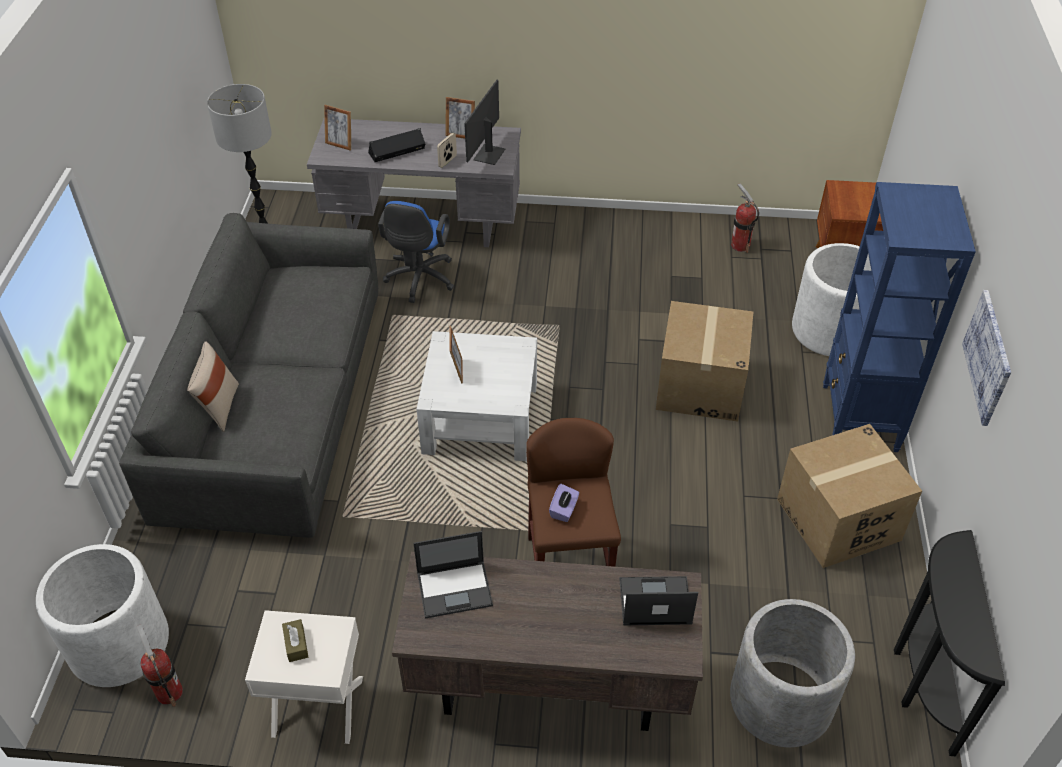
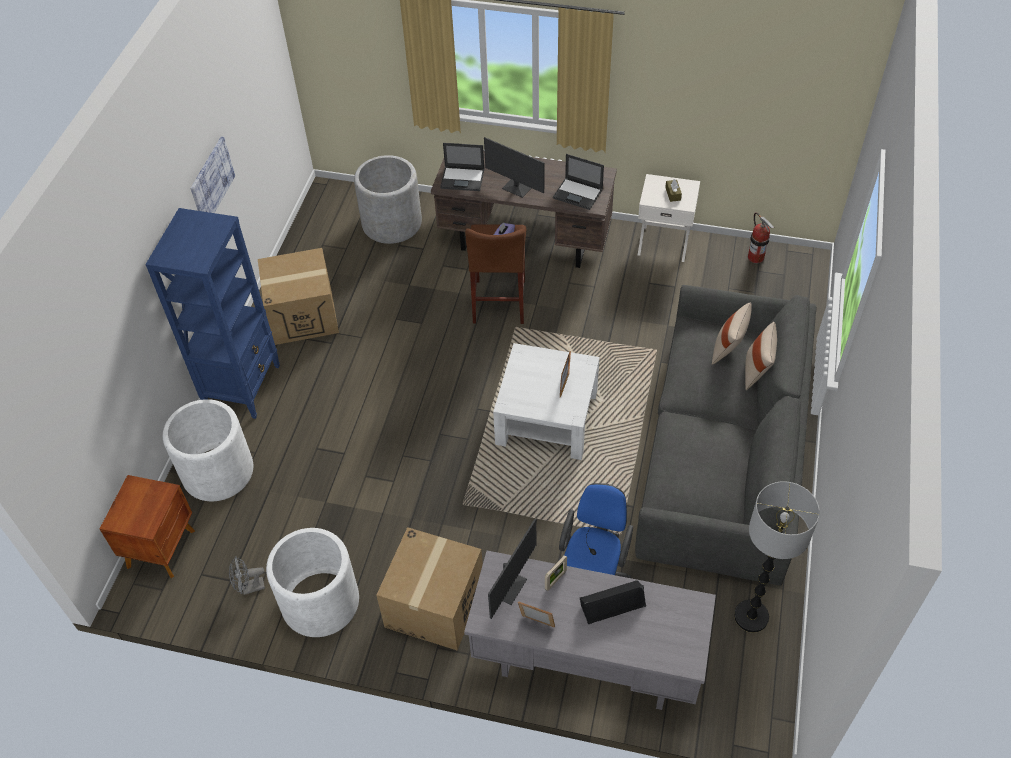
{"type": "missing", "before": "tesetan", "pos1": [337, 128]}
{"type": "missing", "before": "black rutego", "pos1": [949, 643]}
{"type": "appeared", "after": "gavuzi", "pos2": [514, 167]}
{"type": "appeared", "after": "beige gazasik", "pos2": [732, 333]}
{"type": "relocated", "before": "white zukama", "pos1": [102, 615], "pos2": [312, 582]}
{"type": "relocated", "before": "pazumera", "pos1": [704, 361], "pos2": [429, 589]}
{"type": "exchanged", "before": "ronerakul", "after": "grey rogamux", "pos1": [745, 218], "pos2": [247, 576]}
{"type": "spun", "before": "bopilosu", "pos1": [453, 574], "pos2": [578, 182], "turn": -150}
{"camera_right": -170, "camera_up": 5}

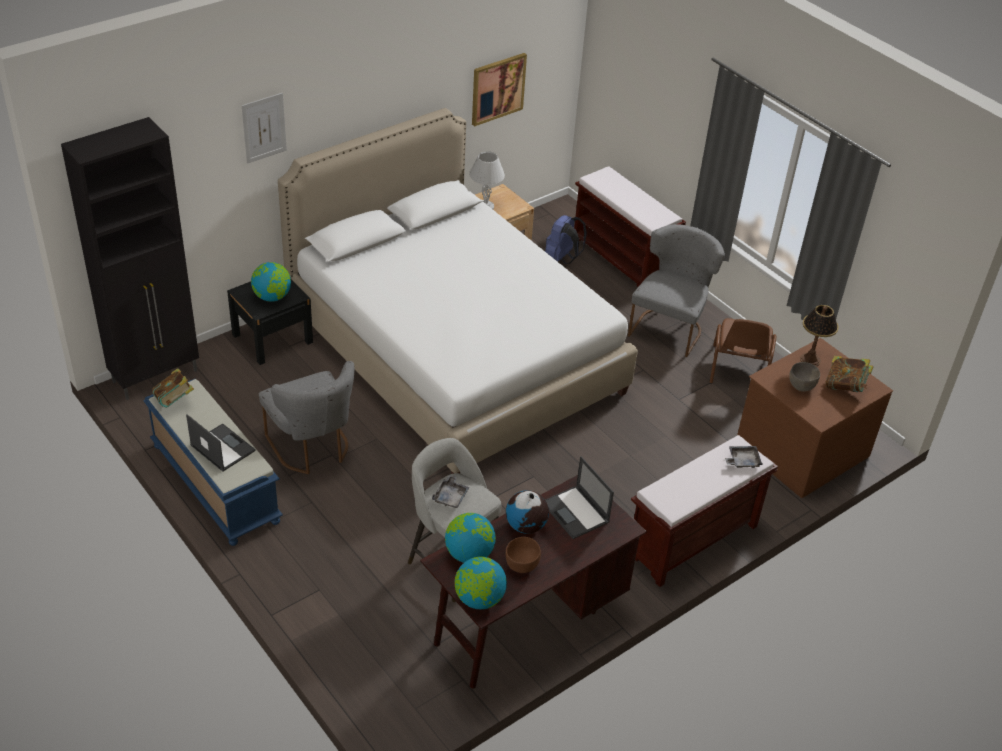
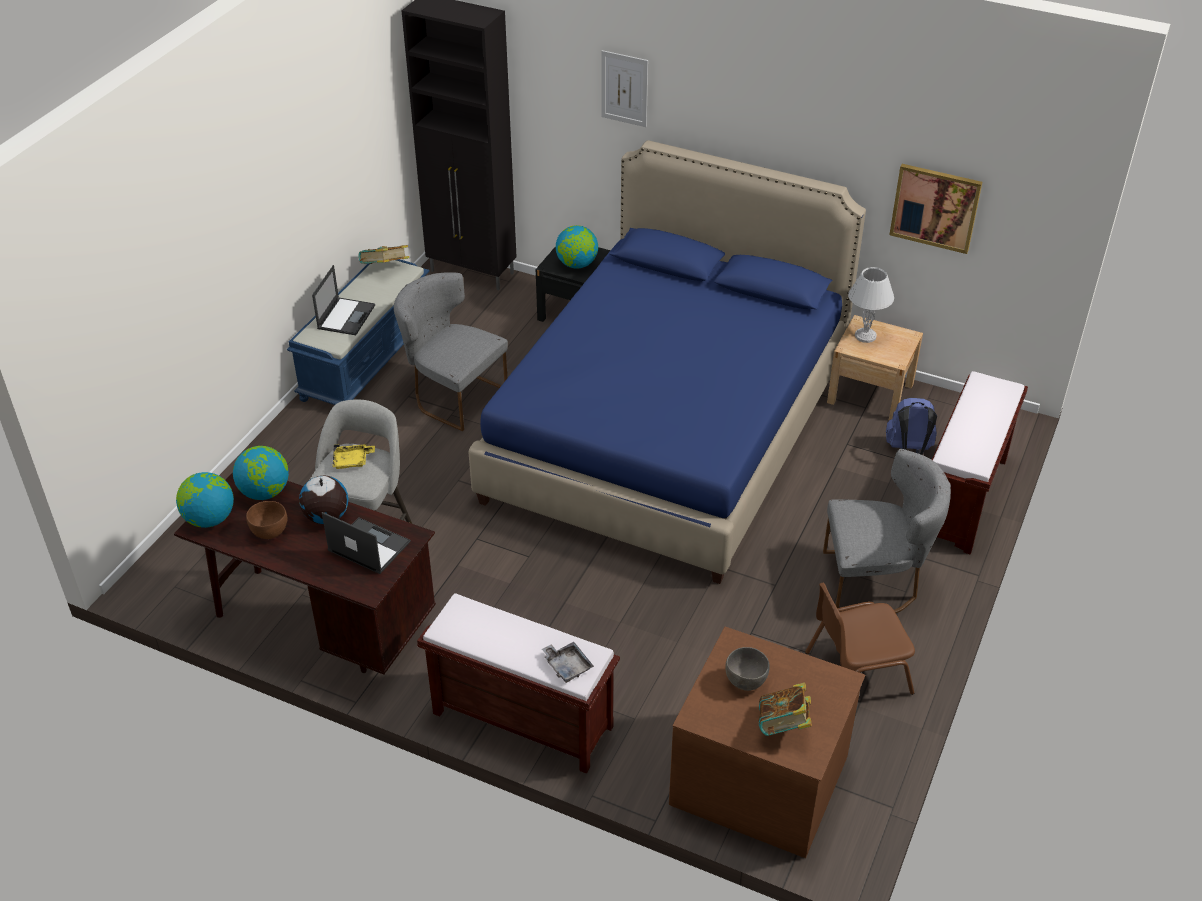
{"type": "missing", "before": "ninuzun", "pos1": [819, 335]}
{"type": "colour", "before": "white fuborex", "after": "blue fuborex", "pos1": [458, 291], "pos2": [667, 362]}
{"type": "colour", "before": "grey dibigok", "after": "yellow dibigok", "pos1": [450, 491], "pos2": [354, 456]}
{"type": "spun", "before": "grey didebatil", "pos1": [306, 417], "pos2": [451, 351], "turn": 90}
{"type": "spun", "before": "bopilosu", "pos1": [579, 497], "pos2": [366, 543], "turn": 90}
{"camera_right": 65, "camera_up": 0}

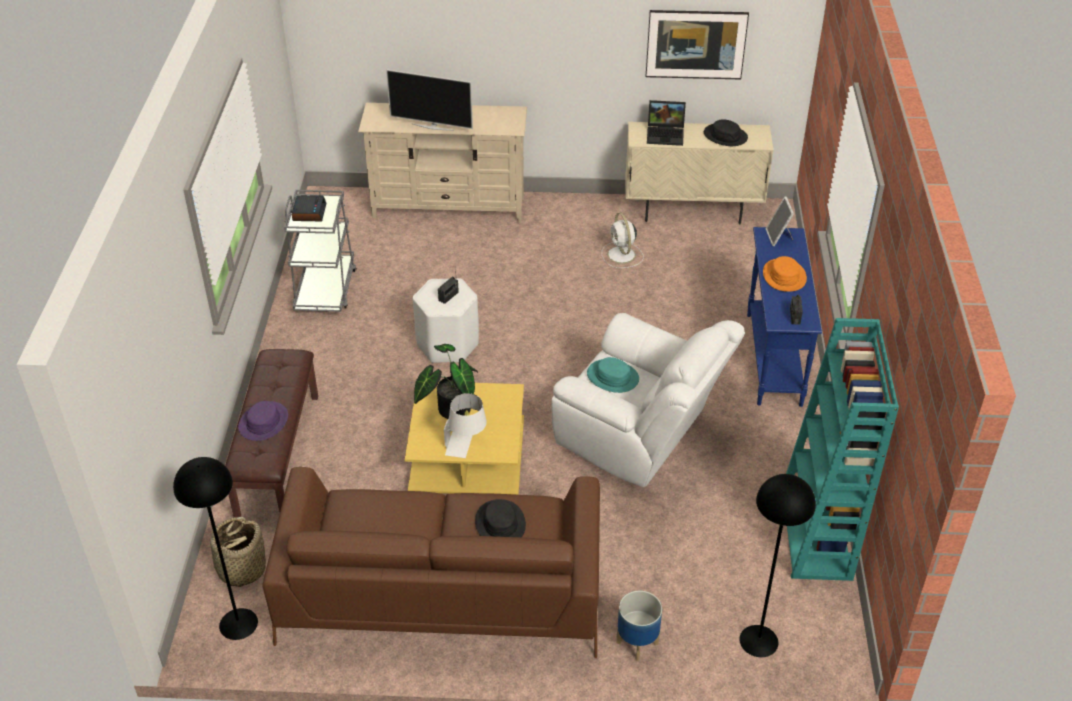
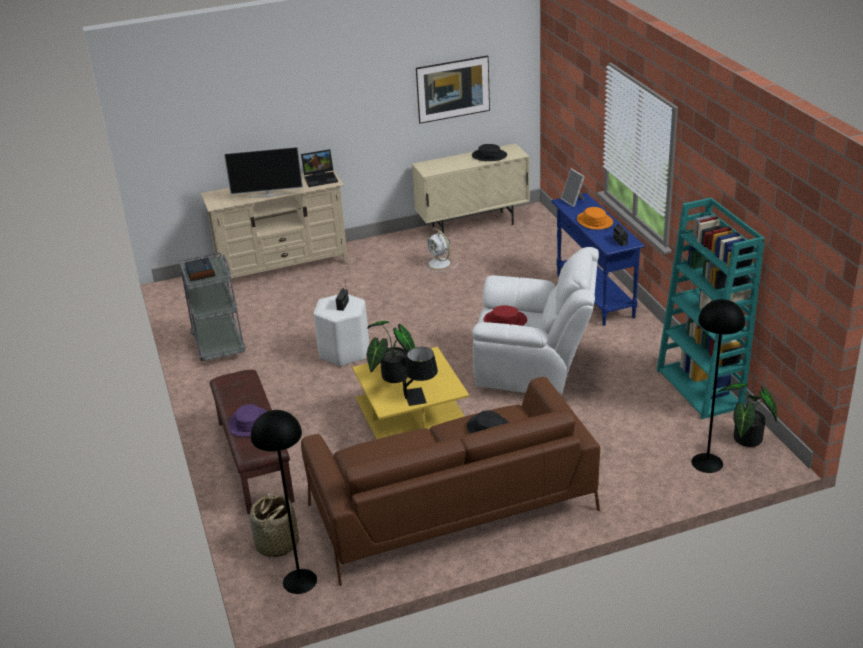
{"type": "missing", "before": "zukama", "pos1": [639, 626]}
{"type": "appeared", "after": "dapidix", "pos2": [747, 415]}
{"type": "relocated", "before": "bopilosu", "pos1": [666, 123], "pos2": [319, 168]}
{"type": "colour", "before": "white ninuzun", "after": "black ninuzun", "pos1": [465, 425], "pos2": [420, 376]}
{"type": "colour", "before": "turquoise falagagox", "after": "red falagagox", "pos1": [613, 375], "pos2": [505, 316]}
{"camera_right": -20, "camera_up": -10}

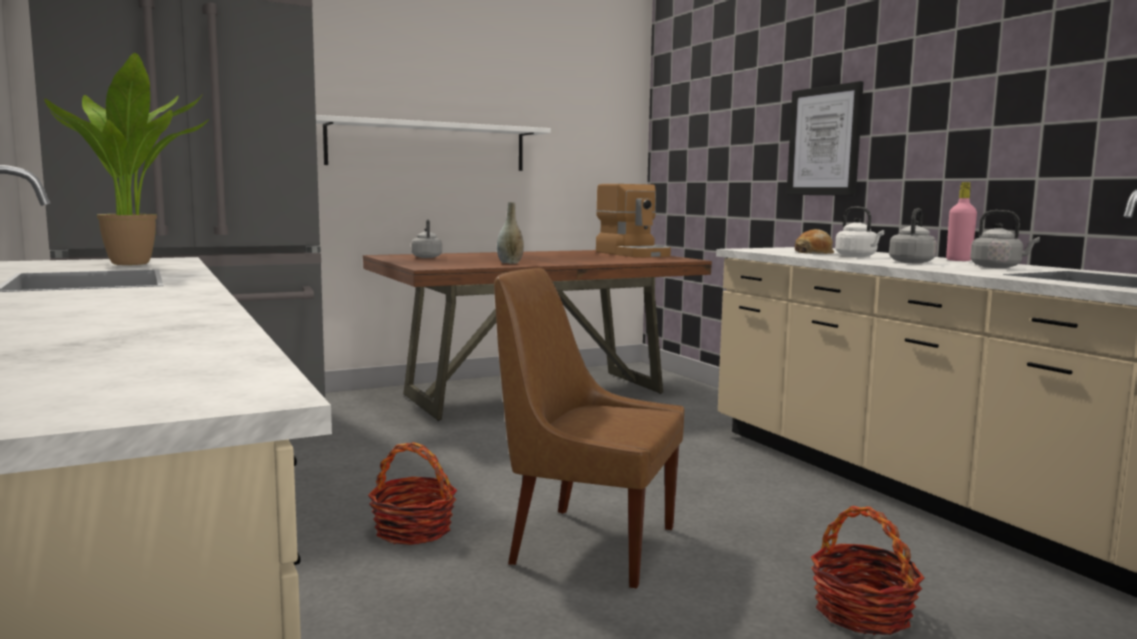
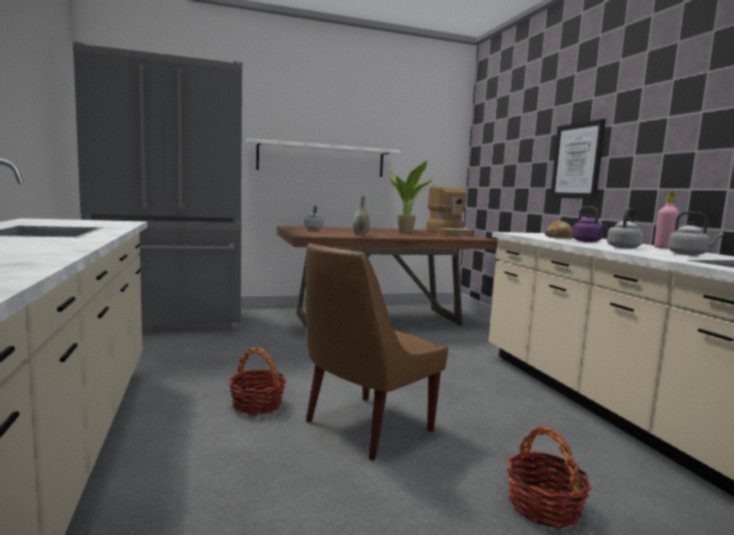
{"type": "relocated", "before": "dapidix", "pos1": [126, 159], "pos2": [415, 197]}
{"type": "colour", "before": "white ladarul", "after": "purple ladarul", "pos1": [859, 232], "pos2": [589, 224]}
{"type": "spun", "before": "brown didebatil", "pos1": [589, 428], "pos2": [377, 352], "turn": -75}
{"camera_right": 10, "camera_up": 0}

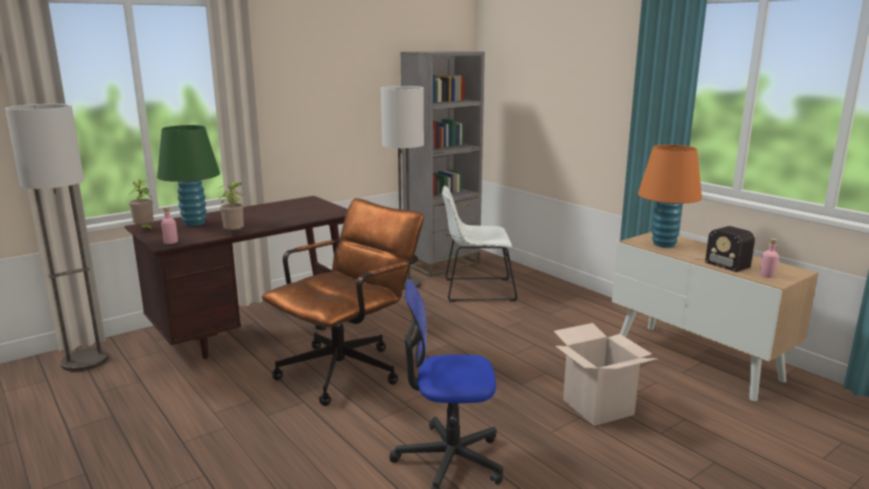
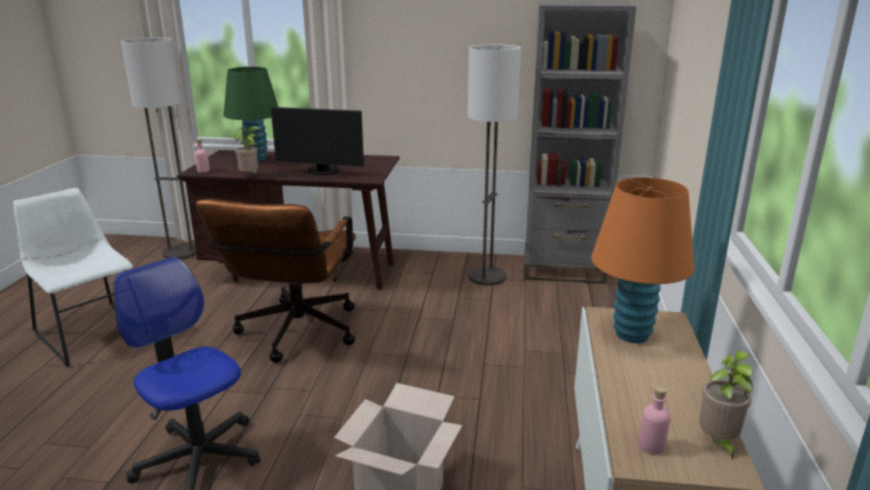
{"type": "missing", "before": "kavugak", "pos1": [722, 249]}
{"type": "appeared", "after": "gavuzi", "pos2": [317, 141]}
{"type": "relocated", "before": "dapidix", "pos1": [141, 205], "pos2": [726, 405]}
{"type": "relocated", "before": "white didebatil", "pos1": [480, 244], "pos2": [73, 277]}
{"type": "spun", "before": "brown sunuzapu", "pos1": [343, 302], "pos2": [276, 281], "turn": 105}
{"camera_right": 45, "camera_up": 5}

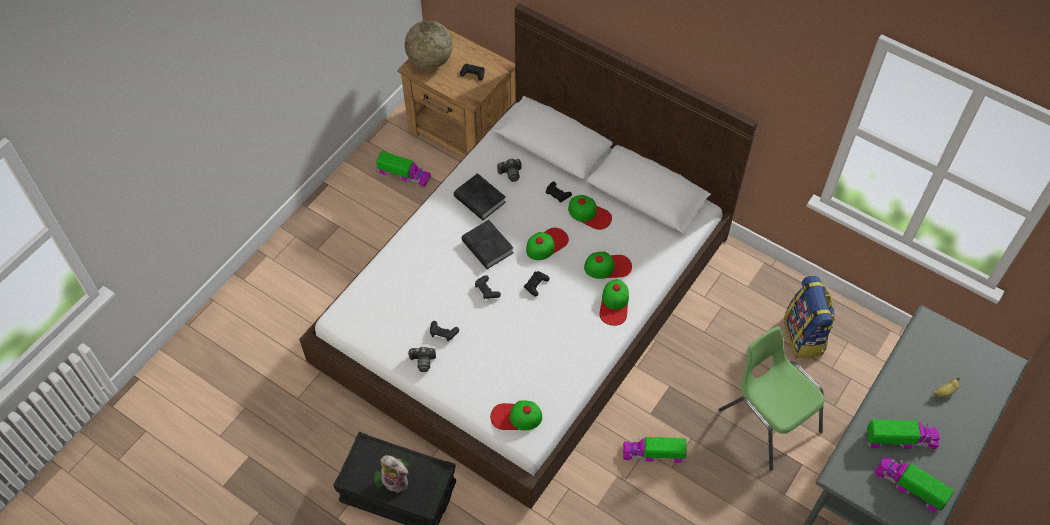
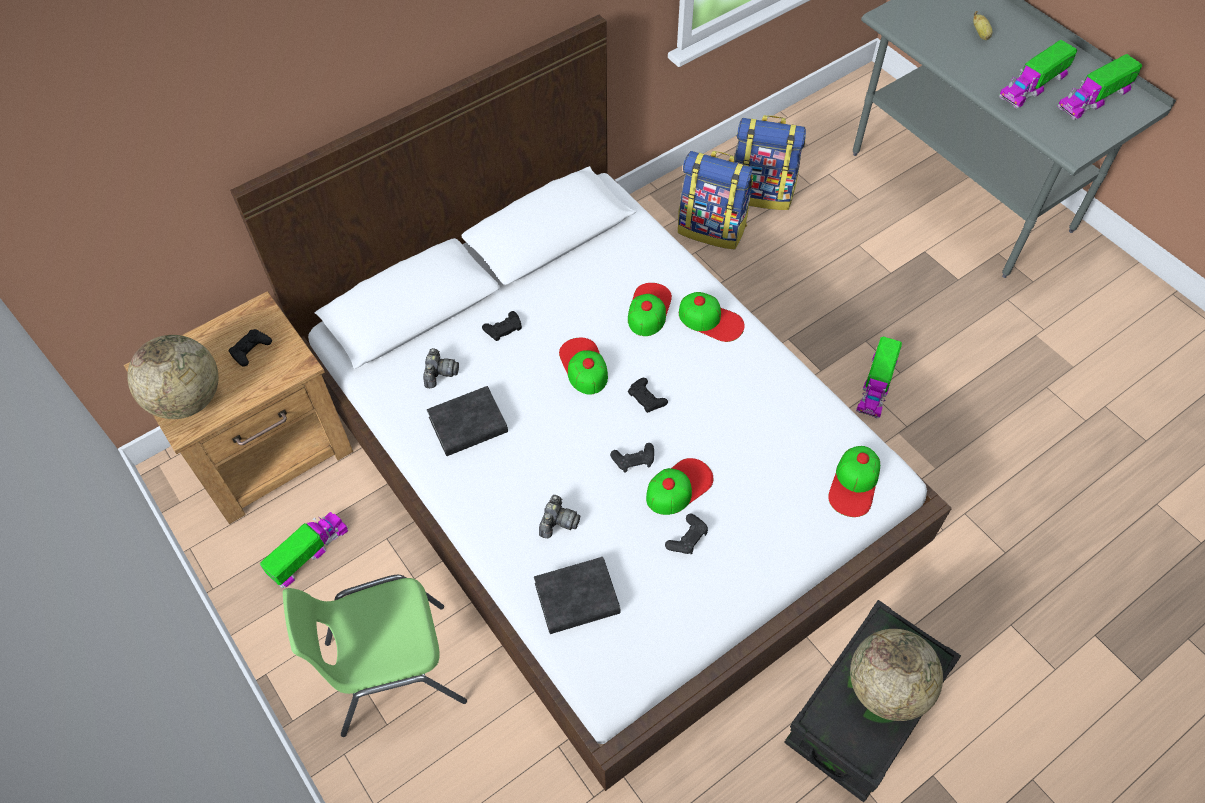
{"type": "appeared", "after": "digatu", "pos2": [715, 200]}
{"type": "relocated", "before": "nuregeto", "pos1": [422, 359], "pos2": [559, 516]}
{"type": "relocated", "before": "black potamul", "pos1": [488, 244], "pos2": [577, 595]}
{"type": "relocated", "before": "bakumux", "pos1": [590, 212], "pos2": [679, 486]}
{"type": "relocated", "before": "green didebatil", "pos1": [771, 398], "pos2": [375, 656]}
{"type": "exchanged", "before": "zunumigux", "after": "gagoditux", "pos1": [394, 474], "pos2": [896, 675]}
{"type": "spun", "before": "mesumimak", "pos1": [903, 434], "pos2": [1038, 74], "turn": -150}
{"camera_right": -70, "camera_up": 0}

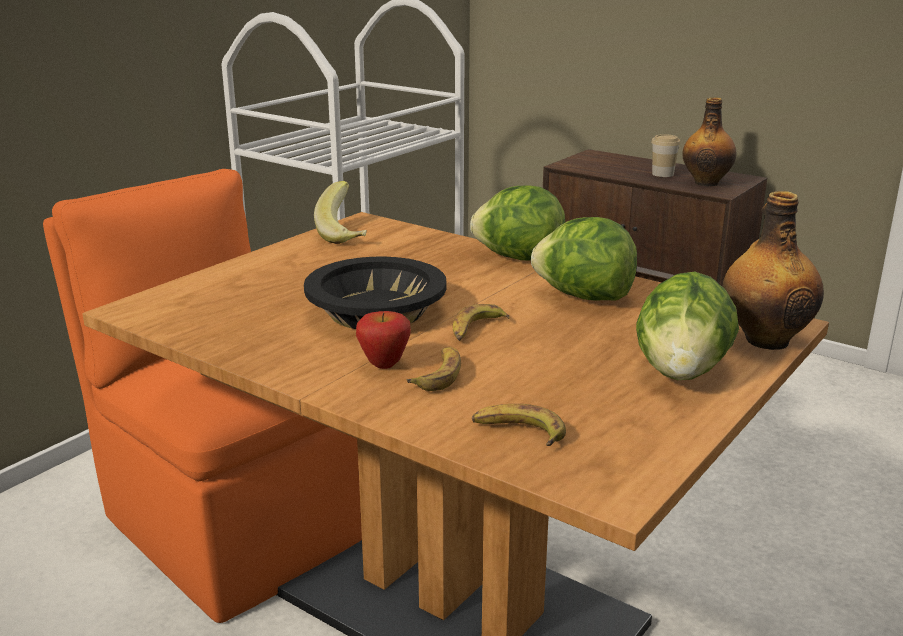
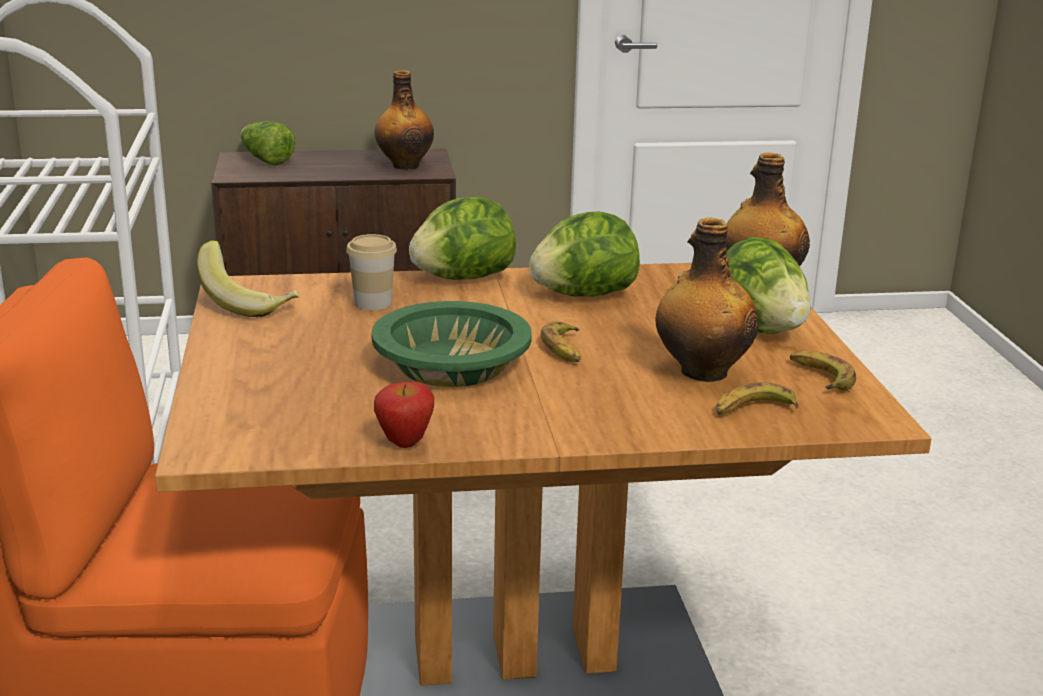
{"type": "appeared", "after": "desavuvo", "pos2": [268, 143]}
{"type": "appeared", "after": "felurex", "pos2": [707, 300]}
{"type": "relocated", "before": "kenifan", "pos1": [383, 340], "pos2": [404, 415]}
{"type": "relocated", "before": "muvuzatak", "pos1": [433, 369], "pos2": [823, 371]}
{"type": "relocated", "before": "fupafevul", "pos1": [666, 155], "pos2": [371, 272]}
{"type": "colour", "before": "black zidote", "after": "green zidote", "pos1": [375, 293], "pos2": [451, 344]}
{"camera_right": -45, "camera_up": 0}

